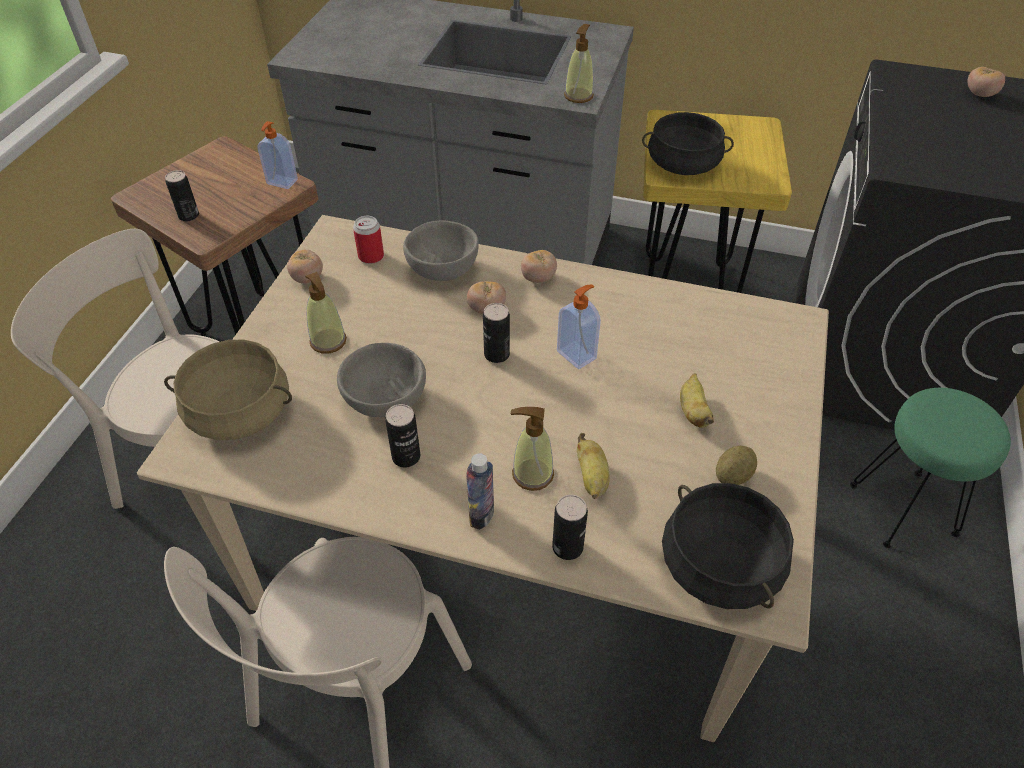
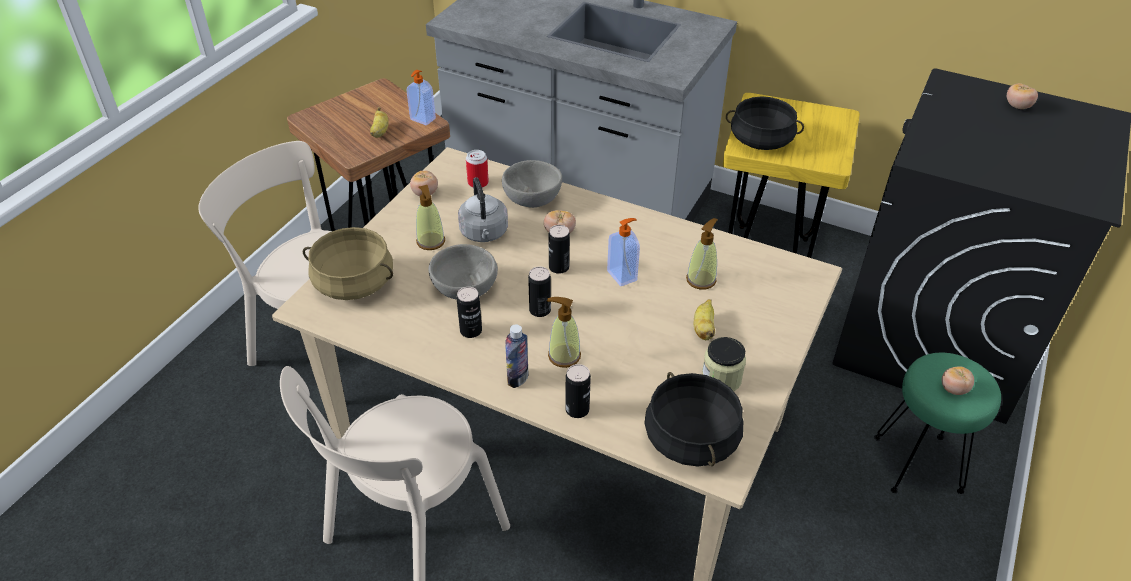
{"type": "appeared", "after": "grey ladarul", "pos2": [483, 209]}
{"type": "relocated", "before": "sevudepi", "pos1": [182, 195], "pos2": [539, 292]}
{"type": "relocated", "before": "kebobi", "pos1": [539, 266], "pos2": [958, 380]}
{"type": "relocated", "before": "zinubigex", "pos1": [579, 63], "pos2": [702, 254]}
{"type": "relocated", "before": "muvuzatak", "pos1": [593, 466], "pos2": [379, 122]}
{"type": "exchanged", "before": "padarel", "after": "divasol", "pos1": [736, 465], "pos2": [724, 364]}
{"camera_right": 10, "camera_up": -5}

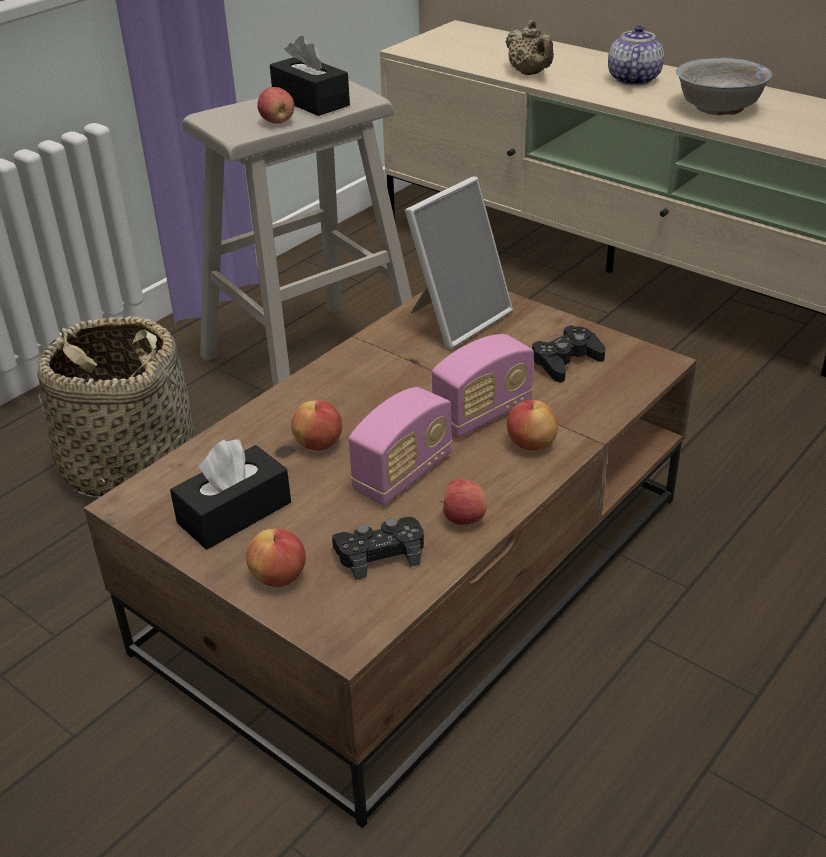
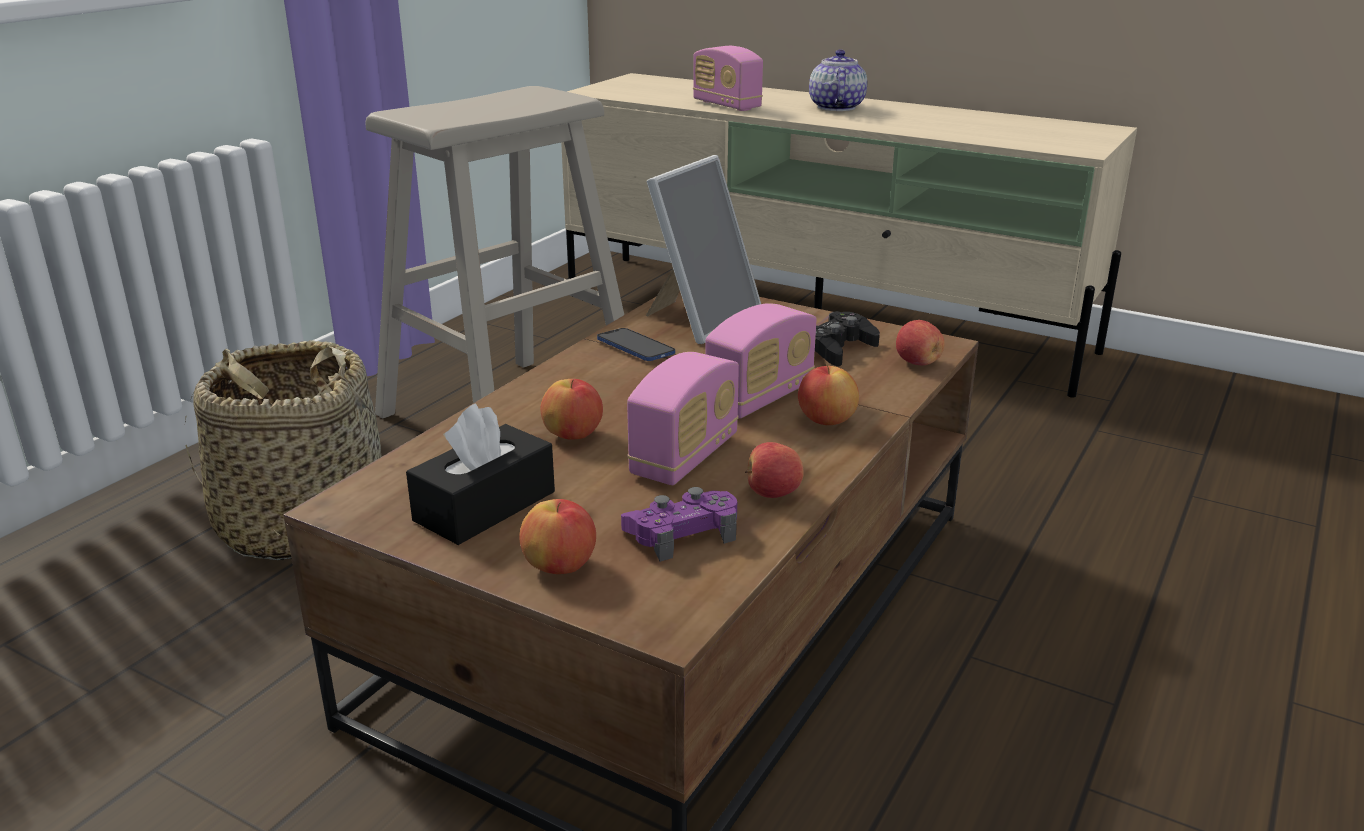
{"type": "missing", "before": "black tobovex", "pos1": [310, 76]}
{"type": "missing", "before": "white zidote", "pos1": [724, 86]}
{"type": "appeared", "after": "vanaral", "pos2": [636, 344]}
{"type": "relocated", "before": "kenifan", "pos1": [275, 105], "pos2": [920, 342]}
{"type": "exchanged", "before": "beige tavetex", "after": "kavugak", "pos1": [530, 47], "pos2": [728, 78]}
{"type": "colour", "before": "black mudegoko", "after": "purple mudegoko", "pos1": [378, 548], "pos2": [679, 524]}
{"camera_right": -10, "camera_up": -10}

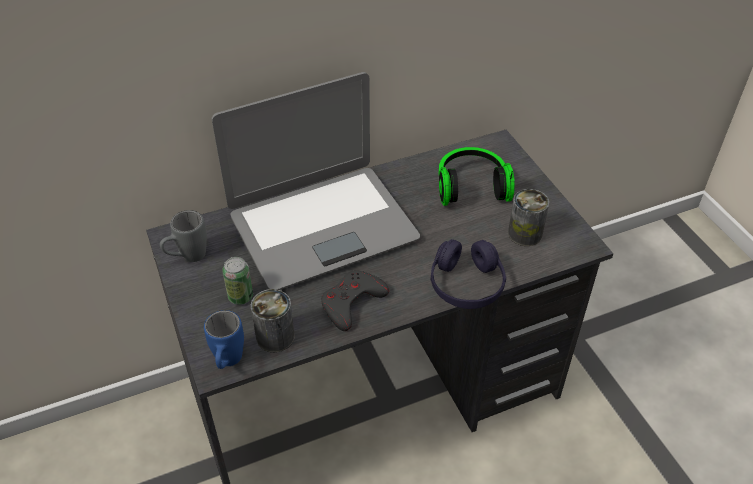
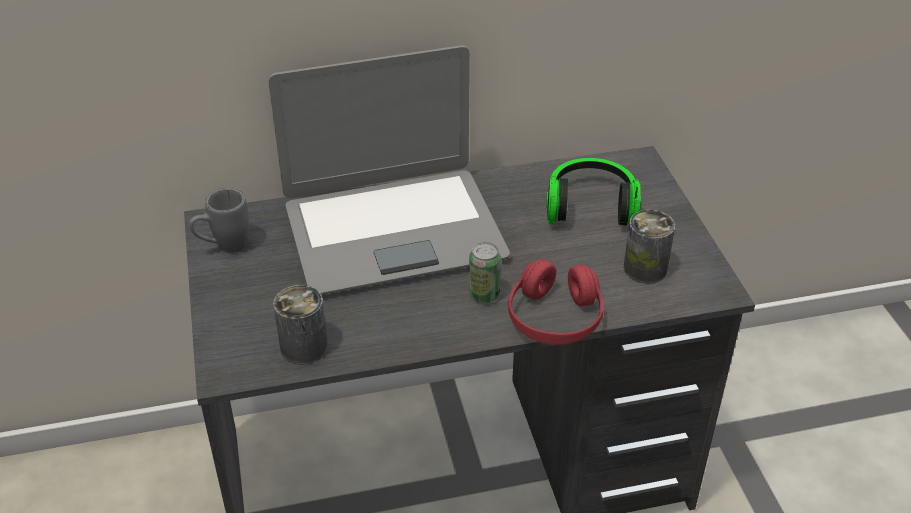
{"type": "missing", "before": "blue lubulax", "pos1": [224, 339]}
{"type": "missing", "before": "grey mudegoko", "pos1": [355, 300]}
{"type": "relocated", "before": "sevudepi", "pos1": [237, 281], "pos2": [485, 272]}
{"type": "colour", "before": "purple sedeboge", "after": "red sedeboge", "pos1": [468, 274], "pos2": [555, 302]}
{"camera_right": 10, "camera_up": -5}

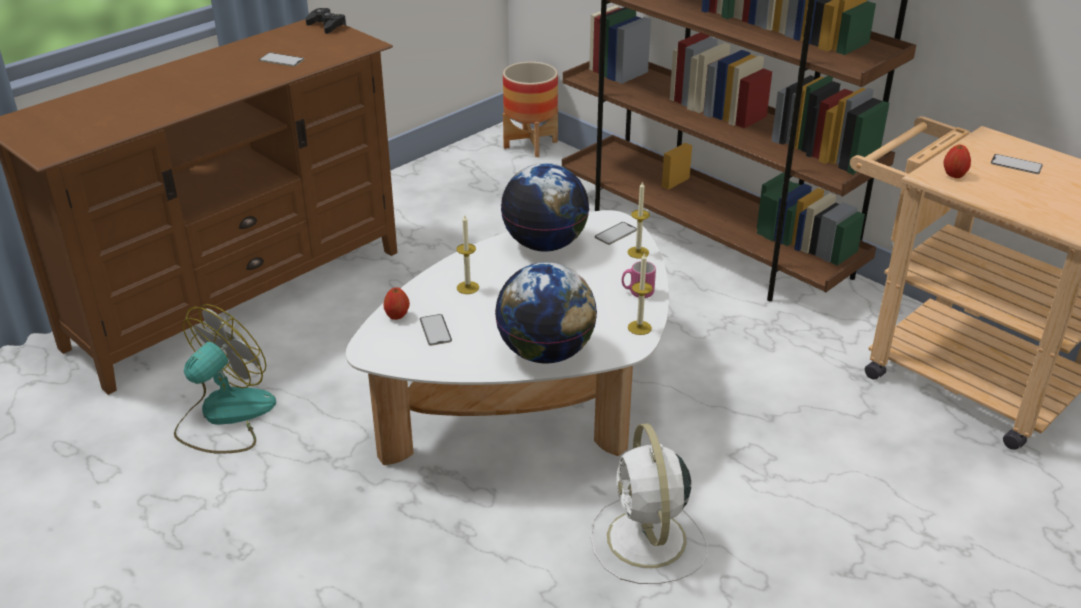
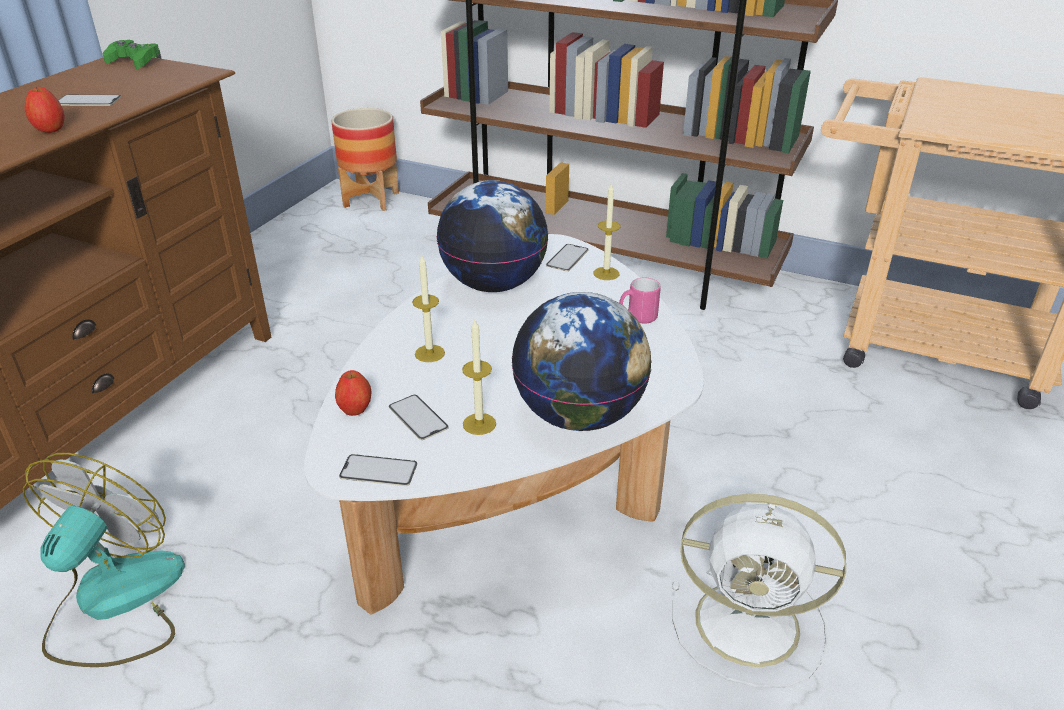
{"type": "relocated", "before": "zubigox", "pos1": [640, 293], "pos2": [479, 377]}
{"type": "relocated", "before": "kenifan", "pos1": [957, 161], "pos2": [44, 110]}
{"type": "relocated", "before": "vanaral", "pos1": [1017, 164], "pos2": [378, 470]}
{"type": "colour", "before": "black mudegoko", "after": "green mudegoko", "pos1": [326, 21], "pos2": [132, 54]}
{"type": "spun", "before": "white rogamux", "pos1": [649, 503], "pos2": [759, 591], "turn": -45}
{"camera_right": -20, "camera_up": 0}

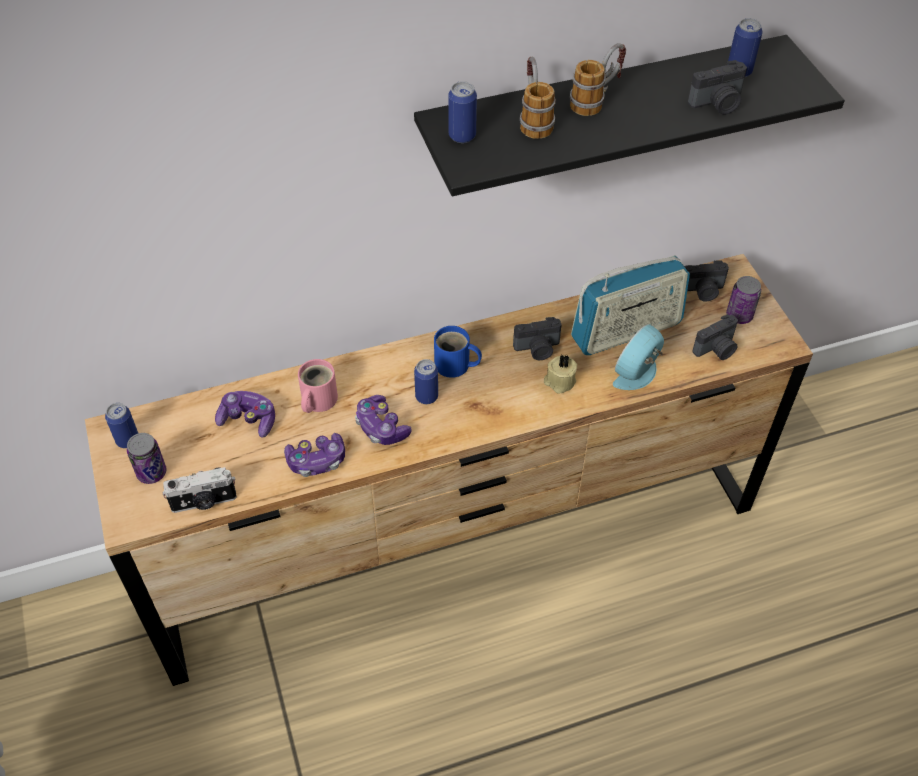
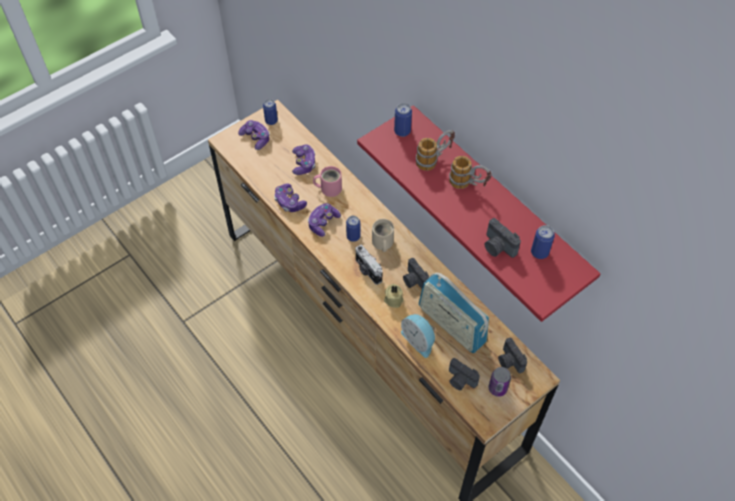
{"type": "relocated", "before": "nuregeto", "pos1": [200, 490], "pos2": [369, 265]}
{"type": "exchanged", "before": "sevudepi", "after": "mudegoko", "pos1": [147, 458], "pos2": [254, 135]}
{"type": "colour", "before": "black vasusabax", "after": "red vasusabax", "pos1": [629, 115], "pos2": [478, 213]}
{"type": "colour", "before": "blue lubulax", "after": "beige lubulax", "pos1": [458, 352], "pos2": [383, 235]}
{"type": "spun", "before": "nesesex", "pos1": [638, 357], "pos2": [418, 336], "turn": -150}
{"camera_right": 70, "camera_up": 5}

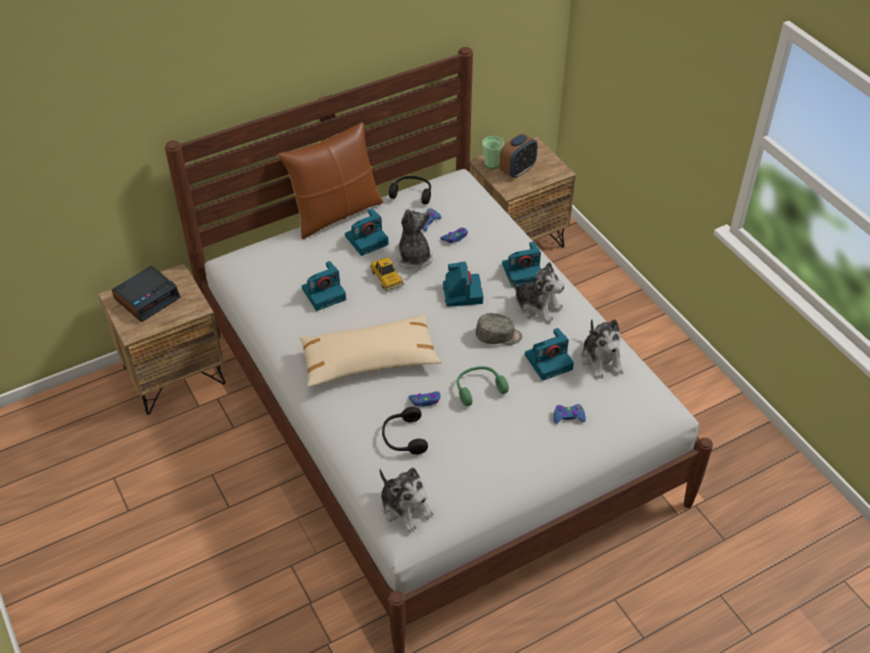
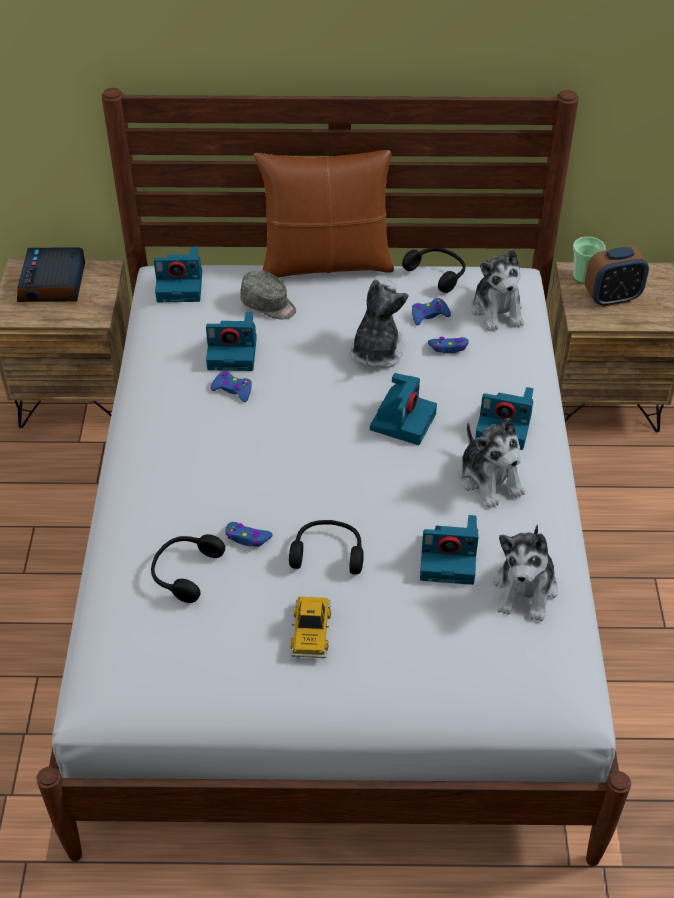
{"type": "missing", "before": "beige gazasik", "pos1": [370, 350]}
{"type": "relocated", "before": "nuregeto", "pos1": [367, 232], "pos2": [178, 274]}
{"type": "relocated", "before": "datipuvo", "pos1": [387, 274], "pos2": [311, 627]}
{"type": "relocated", "before": "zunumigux", "pos1": [407, 500], "pos2": [497, 290]}
{"type": "relocated", "before": "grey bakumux", "pos1": [499, 329], "pos2": [268, 294]}
{"type": "relocated", "before": "blue mudegoko", "pos1": [570, 414], "pos2": [231, 386]}
{"type": "colour", "before": "green sedeboge", "after": "black sedeboge", "pos1": [483, 386], "pos2": [326, 547]}
{"type": "spun", "before": "nesesex", "pos1": [146, 294], "pos2": [51, 274], "turn": 105}
{"camera_right": 30, "camera_up": 0}

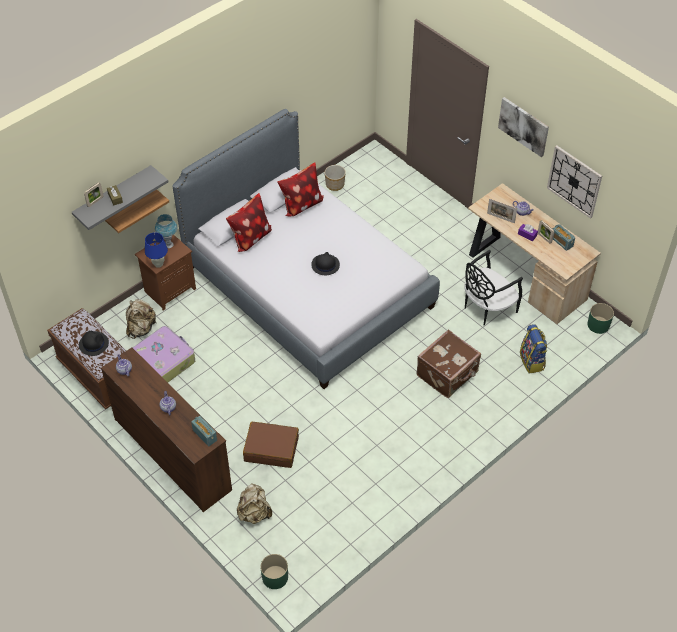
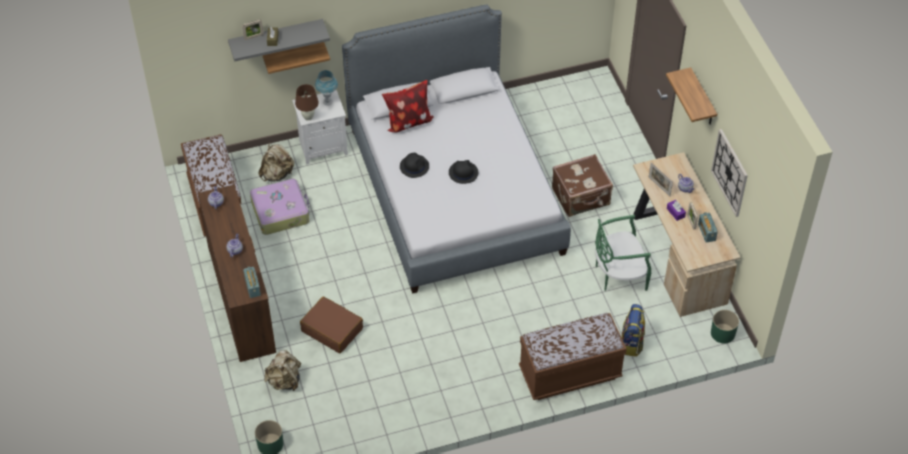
{"type": "missing", "before": "gazasik", "pos1": [300, 189]}
{"type": "missing", "before": "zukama", "pos1": [335, 178]}
{"type": "appeared", "after": "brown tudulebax", "pos2": [573, 356]}
{"type": "relocated", "before": "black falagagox", "pos1": [94, 343], "pos2": [414, 165]}
{"type": "relocated", "before": "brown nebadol", "pos1": [449, 364], "pos2": [582, 185]}
{"type": "exchanged", "before": "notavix", "after": "vasusabax", "pos1": [523, 127], "pos2": [691, 96]}
{"type": "colour", "before": "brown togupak", "after": "white togupak", "pos1": [165, 272], "pos2": [320, 127]}
{"type": "colour", "before": "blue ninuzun", "after": "brown ninuzun", "pos1": [156, 250], "pos2": [307, 102]}
{"type": "colour", "before": "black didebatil", "after": "green didebatil", "pos1": [493, 287], "pos2": [623, 253]}
{"camera_right": 25, "camera_up": 0}

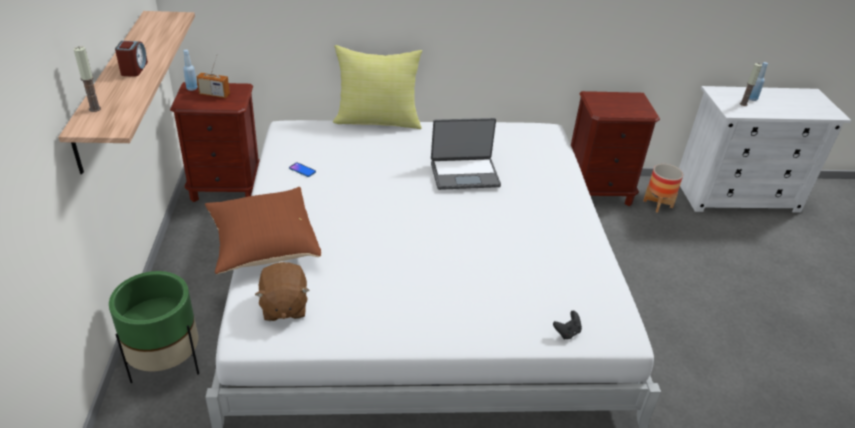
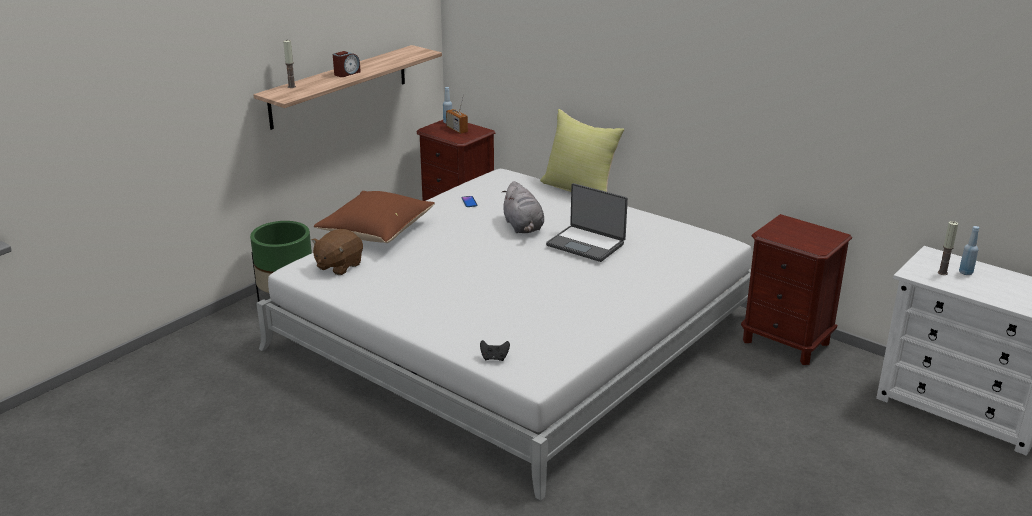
{"type": "missing", "before": "zukama", "pos1": [663, 188]}
{"type": "appeared", "after": "grey zunumigux", "pos2": [522, 207]}
{"camera_right": 45, "camera_up": -10}

